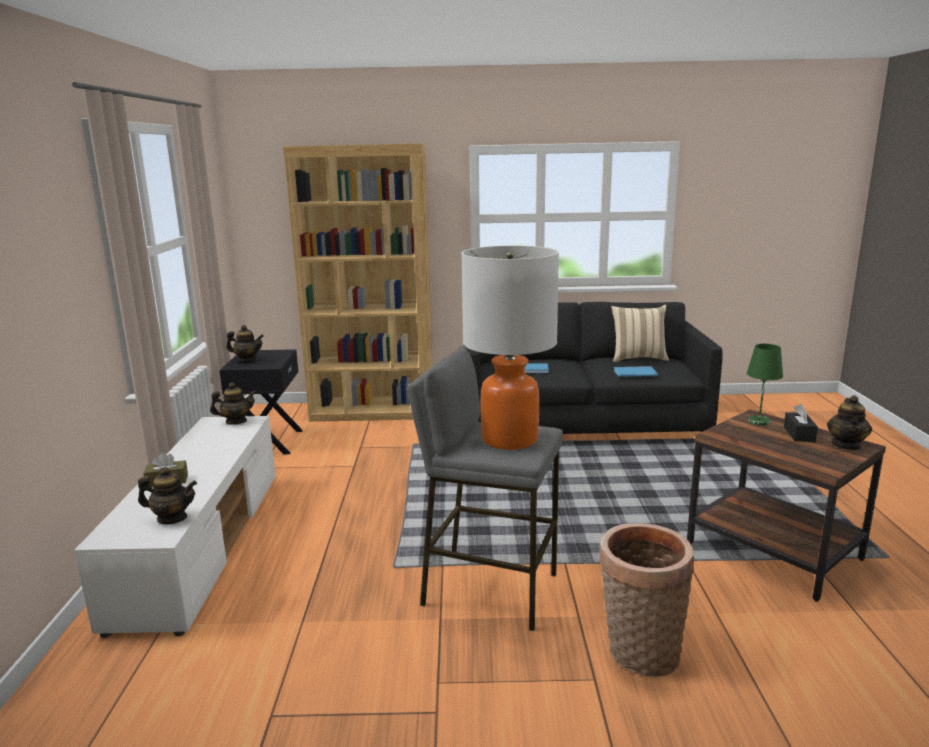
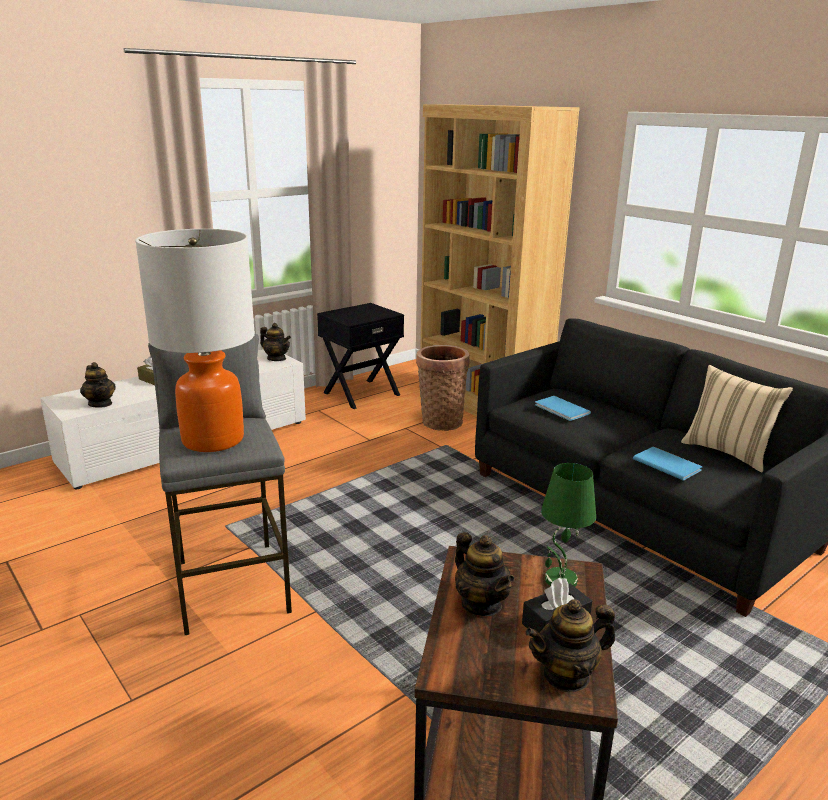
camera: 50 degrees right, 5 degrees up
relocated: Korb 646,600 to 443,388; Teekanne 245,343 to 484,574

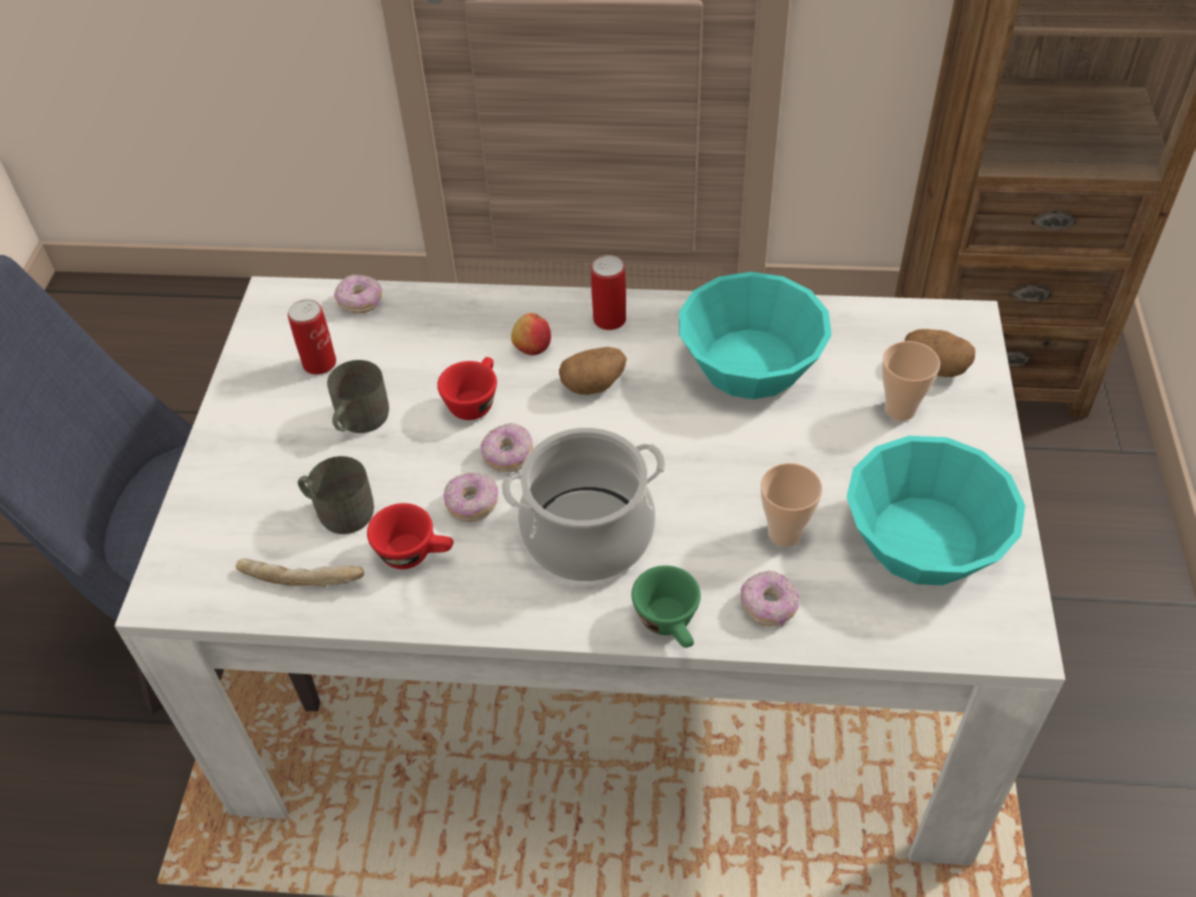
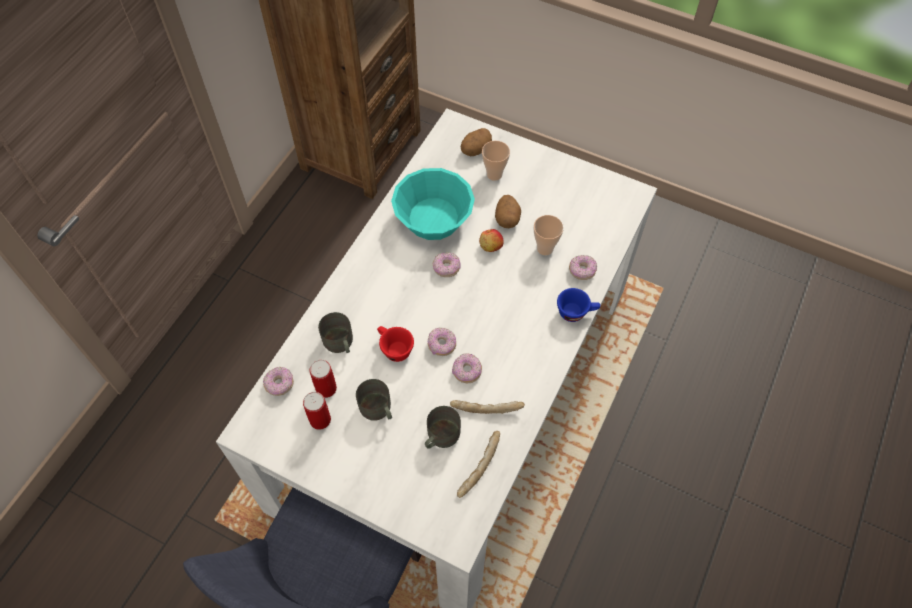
camera: 70 degrees left, 10 degrees up
missing: Kochtopf 583,505; Schüssel [türkis] 935,511
appeared: Henkelbecher [grau] 335,332; Donut 447,264
relocated: Dose 608,292 to 323,379; Apfel 531,334 to 491,240; Kartoffel 593,371 to 508,211
exchanged: Tasse [rot] 410,536 to Brot 487,407
colour: Tasse [grün] 666,607 to Tasse [blau] 578,305

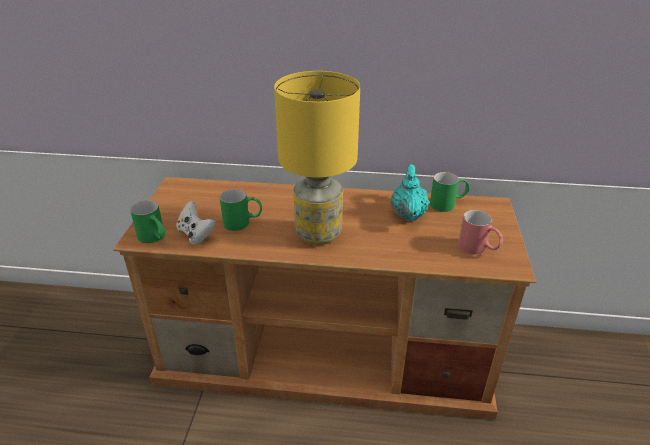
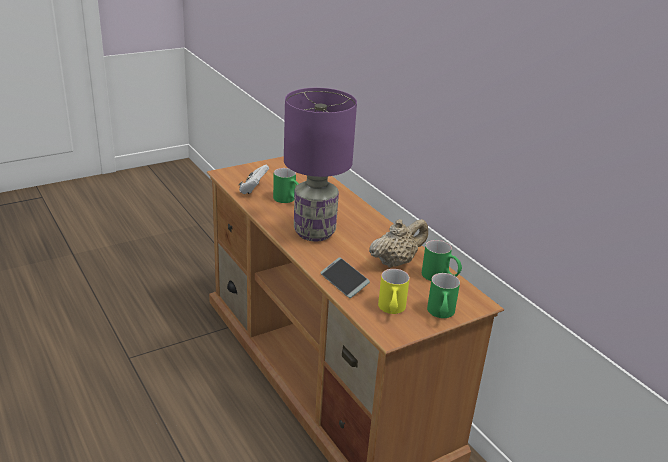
camera: 50 degrees right, 5 degrees down
appeared: Handy 345,277
relocated: Henkelbecher [grün] 148,221 to 443,295
colour: Tischlampe [gelb] 317,158 to Tischlampe [lila] 320,164; Teekanne [türkis] 410,192 to Teekanne [beige] 398,243; Henkelbecher [rot] 480,232 to Henkelbecher [gelb] 394,291

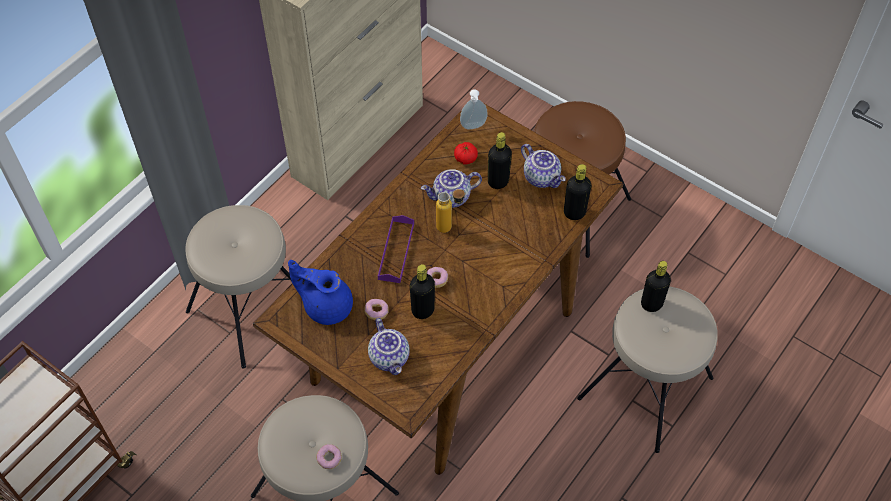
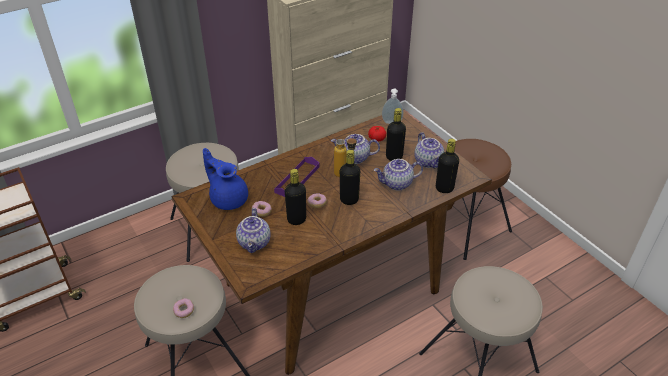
camera: 20 degrees right, 15 degrees down
appeared: Teekanne 398,175
relocated: Flasche [schwarz] 656,286 to 350,177

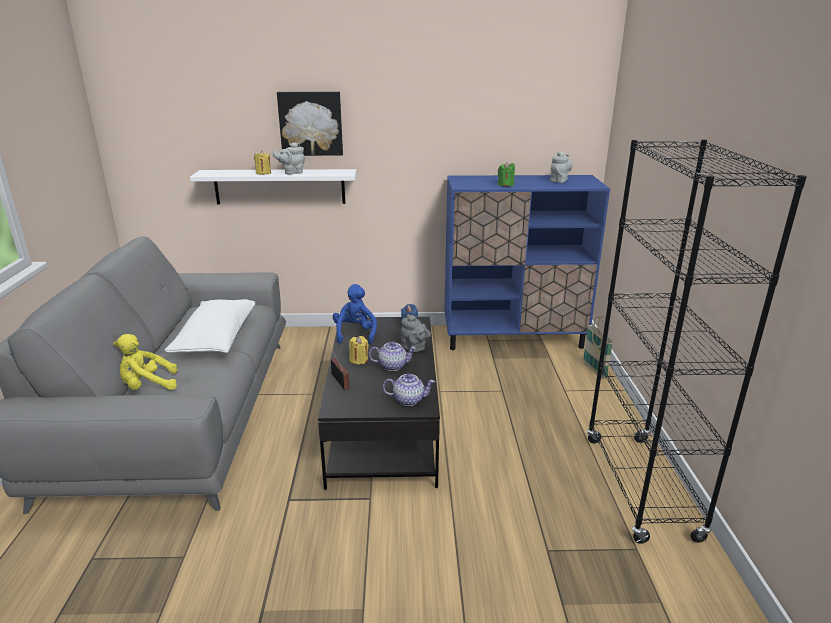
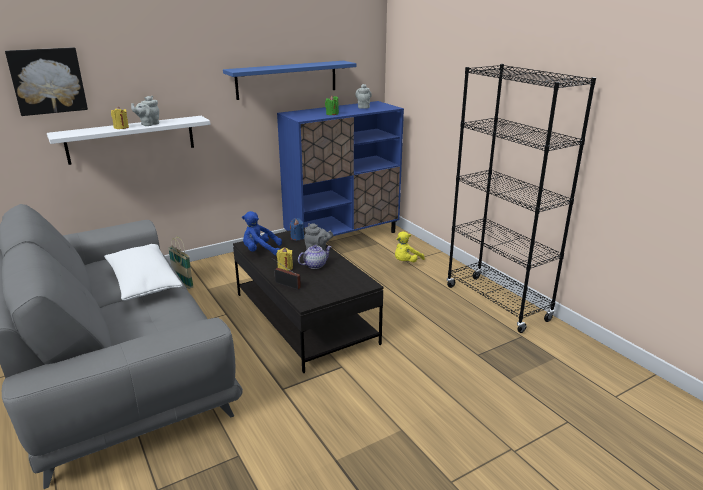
camera: 30 degrees left, 0 degrees up
missing: Teekanne 409,390
appeared: Wandregal [blau] 290,80
relocated: Bild 310,124 to 46,81; Korb 598,347 to 181,263; Plüschtier [gelb] 145,362 to 410,246
spun: Plüschtier [blau] 355,314 = 262,233 60 degrees counterclockwise

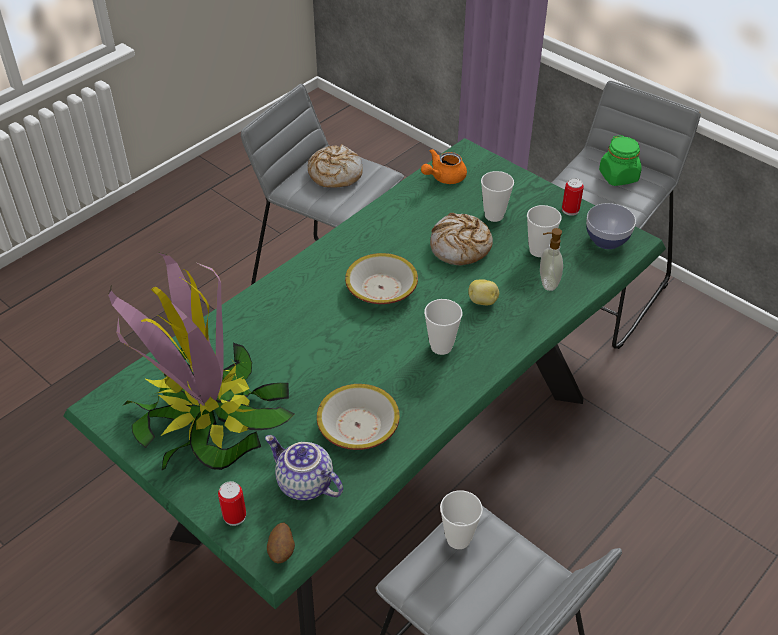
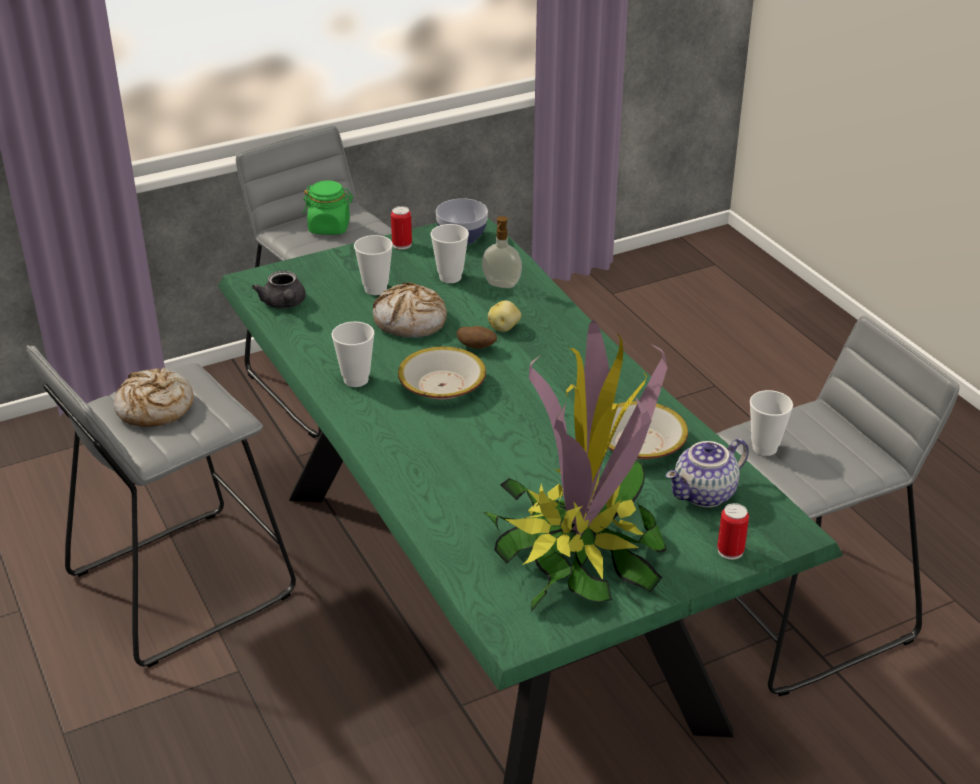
camera: 70 degrees left, 10 degrees down
relocated: Tasse 443,327 to 353,354; Kartoffel 281,543 to 477,337
colour: Teekanne [orange] 444,166 to Teekanne [grau] 279,290

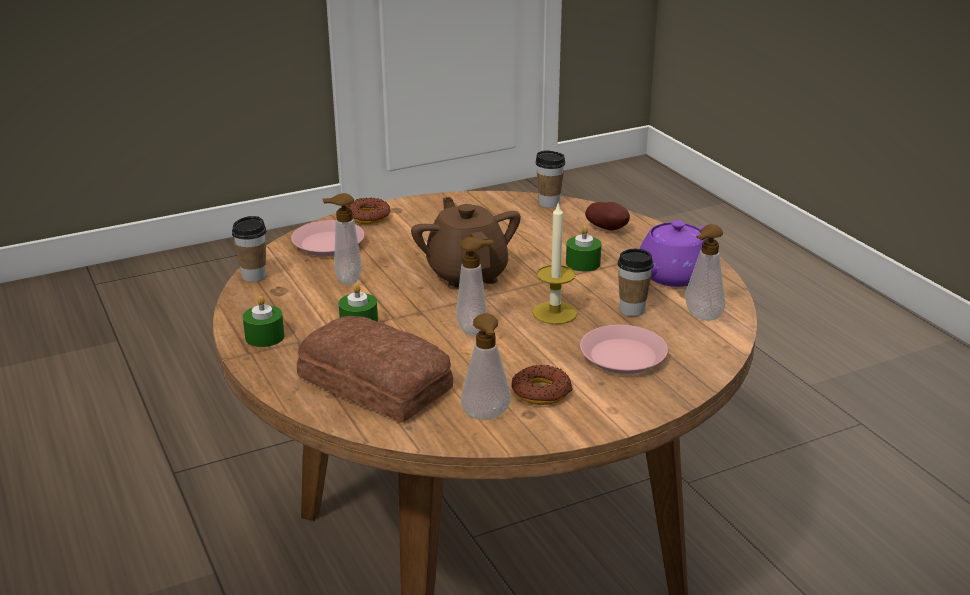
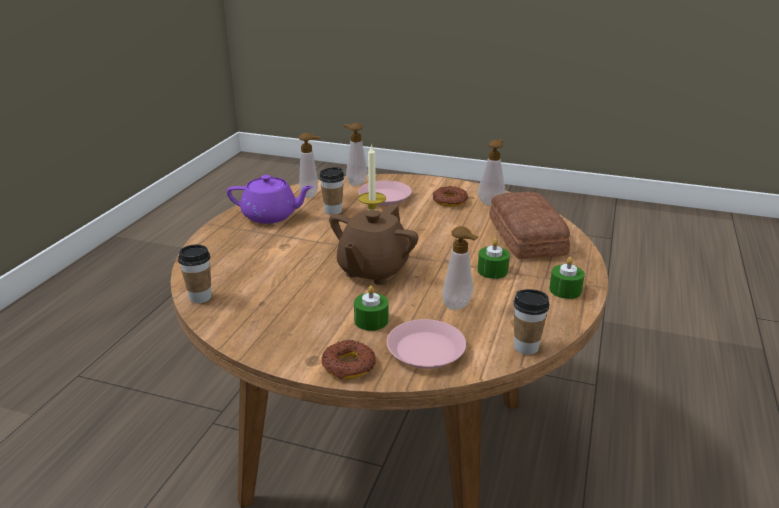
camera: 135 degrees left, 0 degrees up
missing: Kartoffel 607,216
relocated: Seifenspender 474,286 to 356,154; Kerze [grün] 583,249 to 371,308

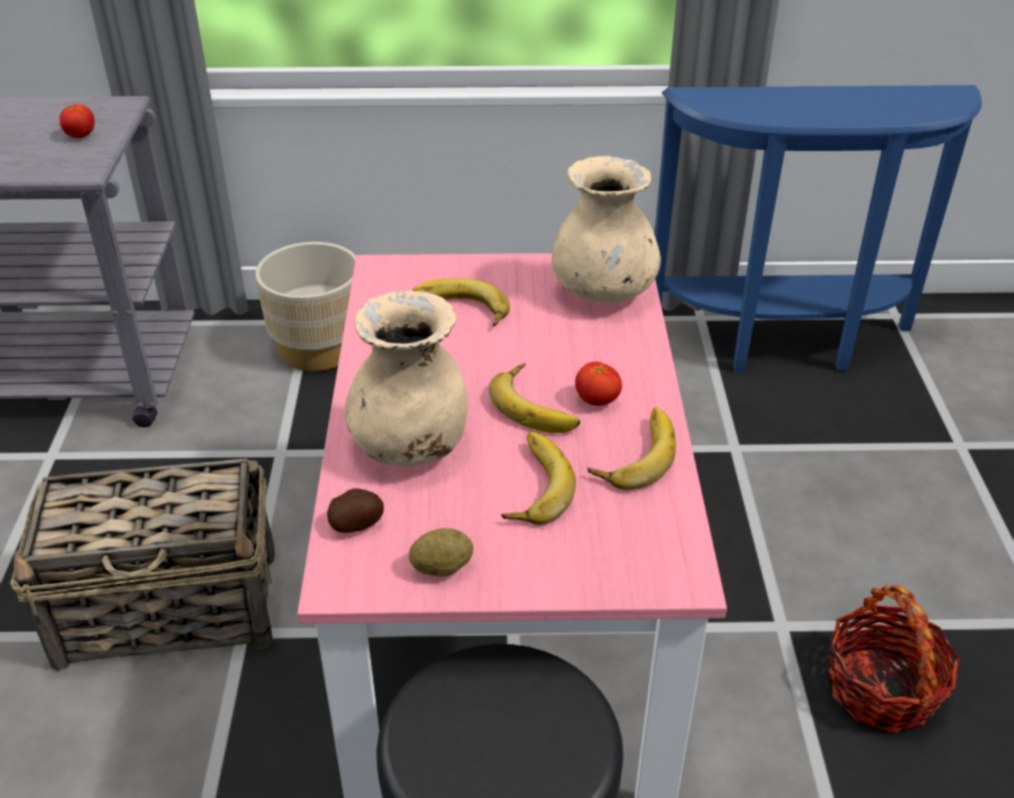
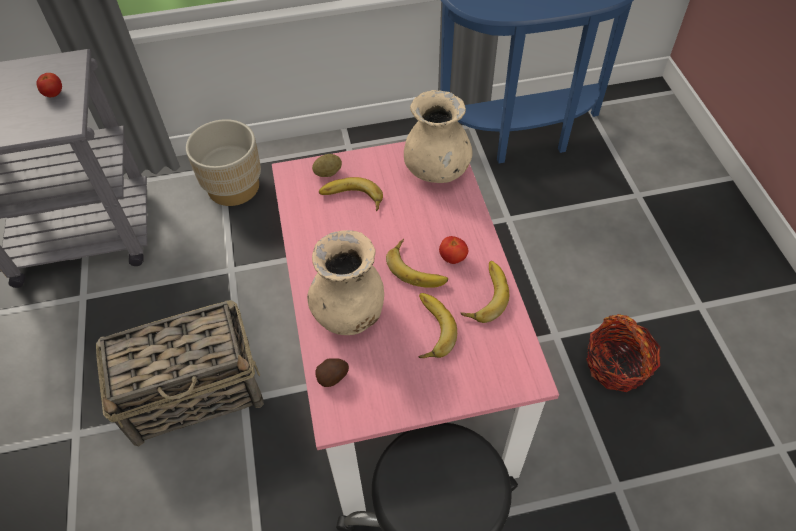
camera: 10 degrees left, 15 degrees up
relocated: Kartoffel 441,552 to 327,165

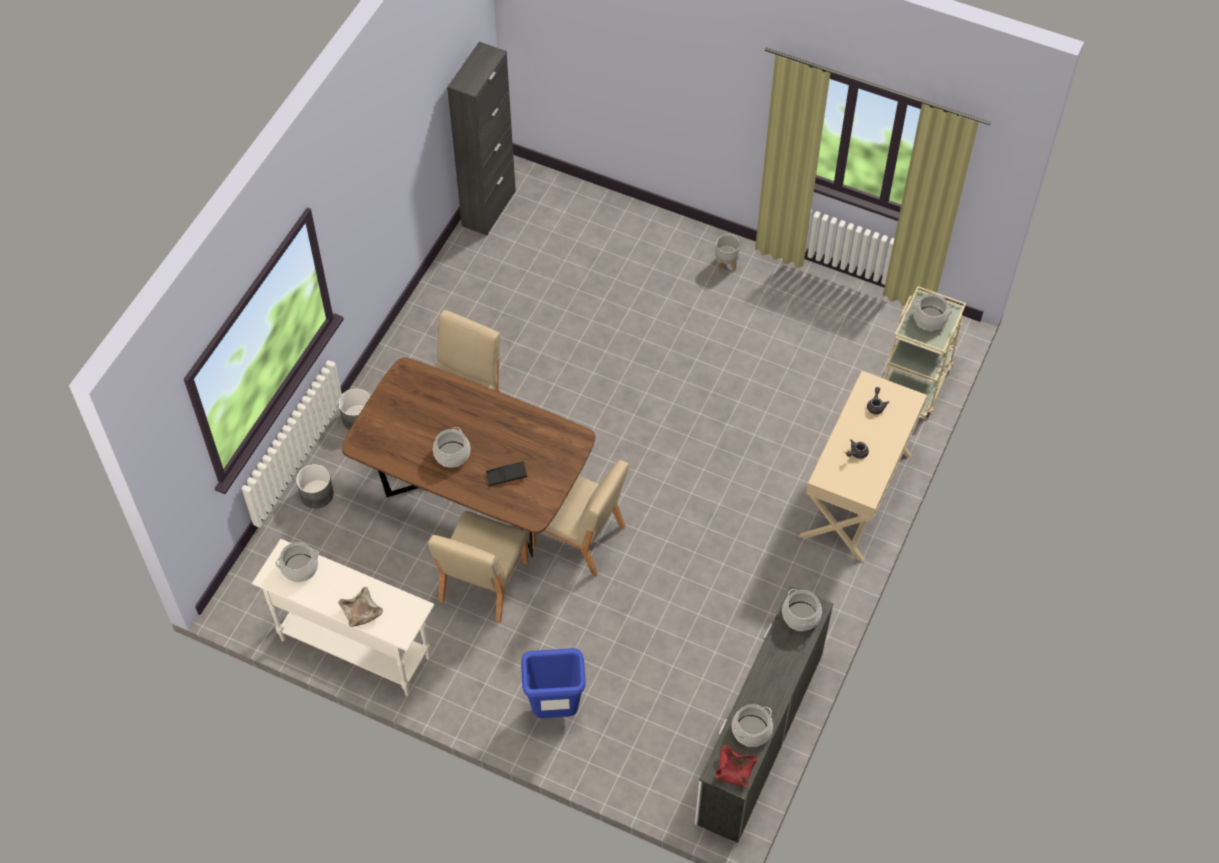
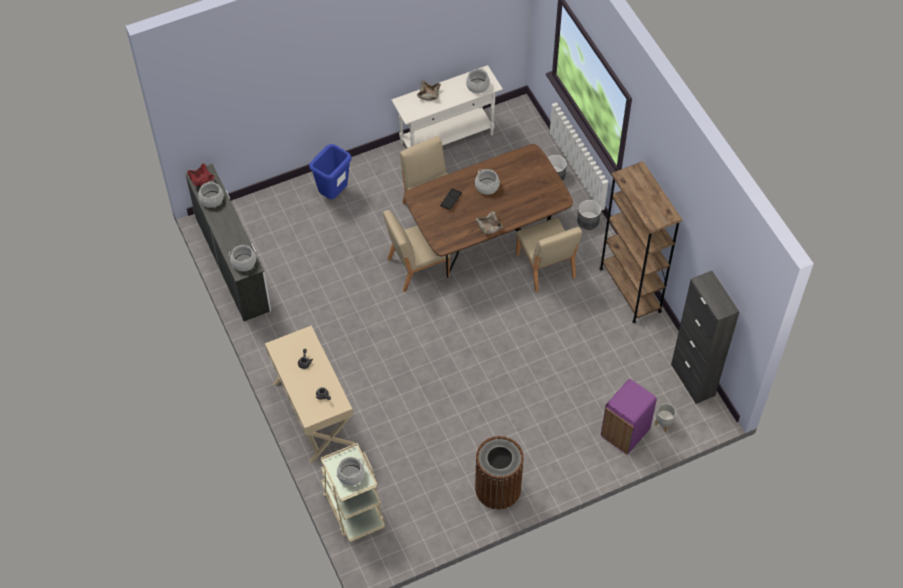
camera: 130 degrees right, 0 degrees up
appeared: Mülleimer [braun] 499,473; Schüssel [beige] 489,222; Bücherregal [braun] 640,242; Mülleimer [lila] 629,417
relocated: Pflanzkübel [grau] 727,253 to 665,418

